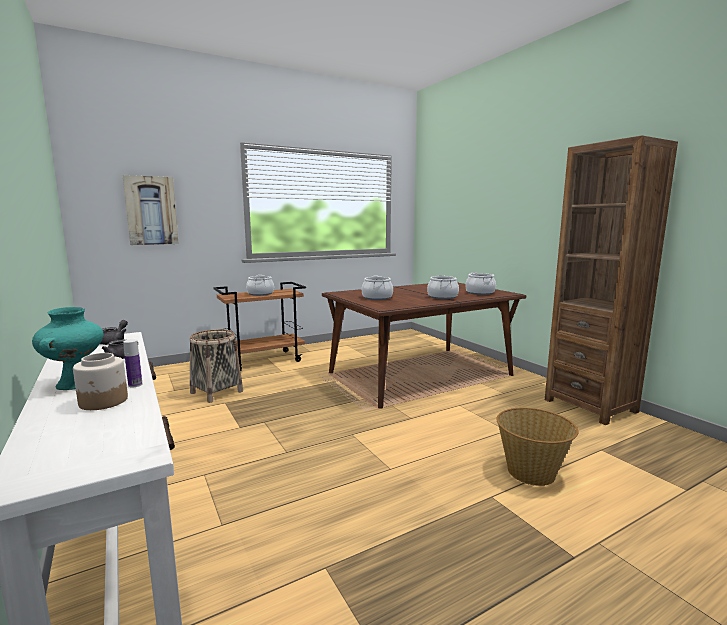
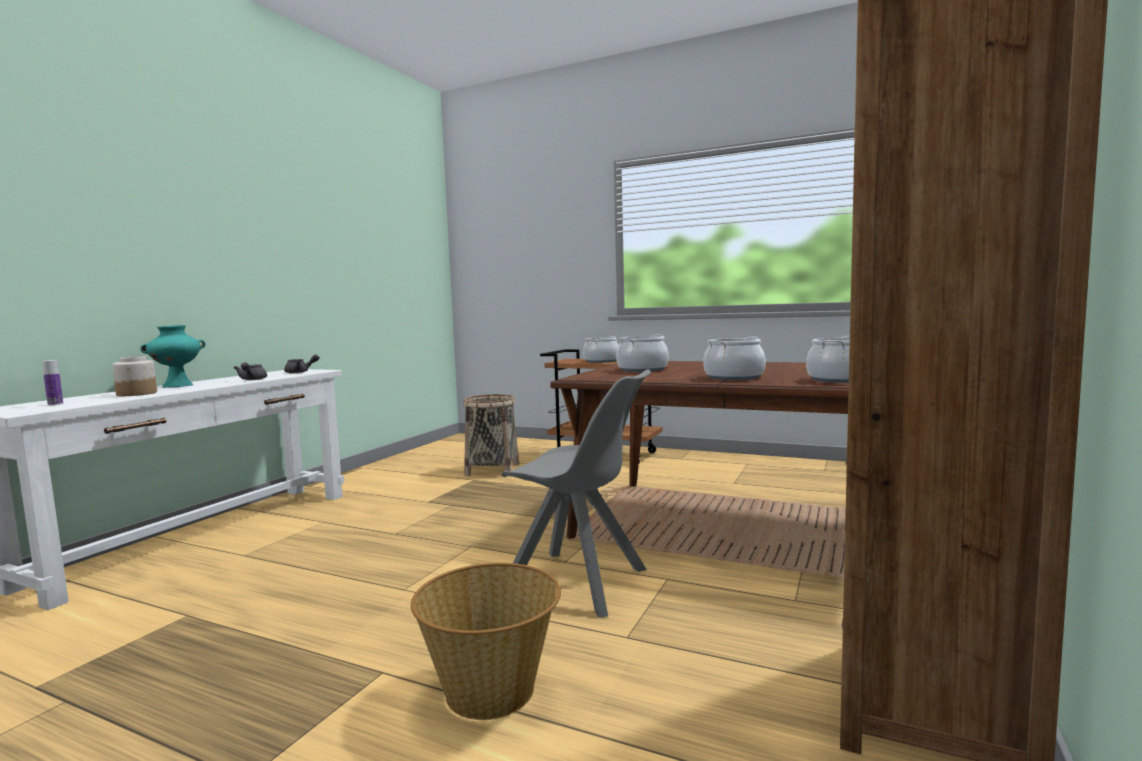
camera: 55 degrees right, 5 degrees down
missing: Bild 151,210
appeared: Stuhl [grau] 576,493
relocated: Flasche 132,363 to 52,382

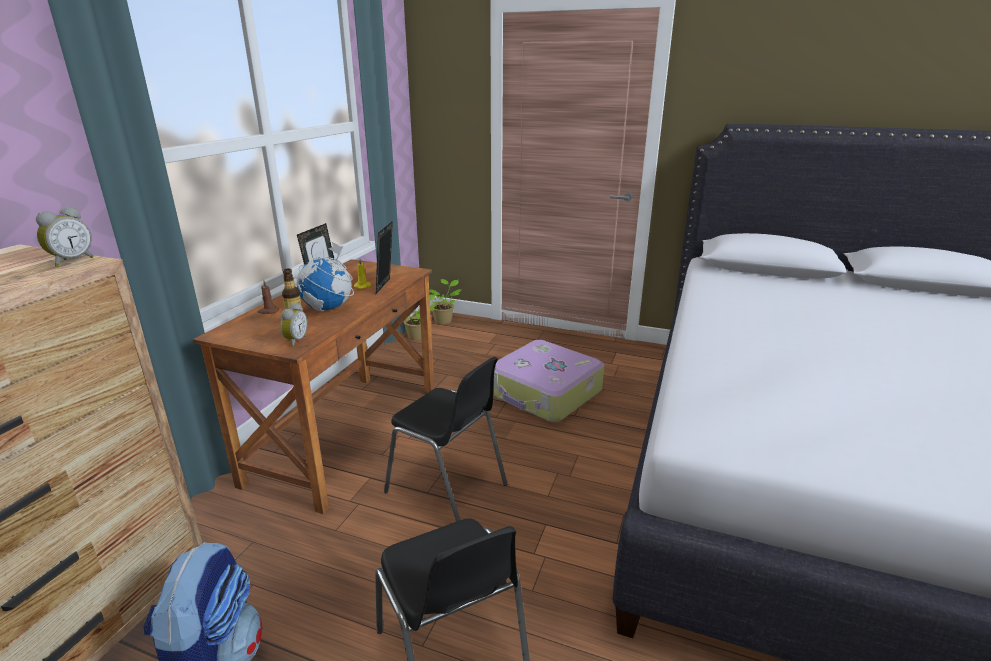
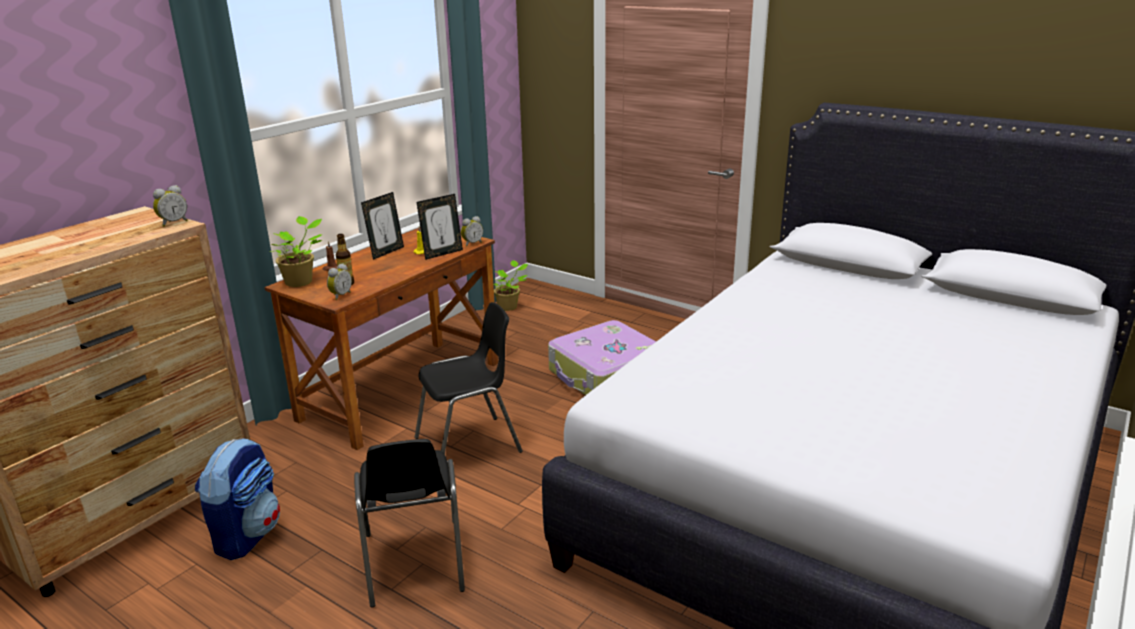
camera: 15 degrees right, 0 degrees up
missing: Globus 325,276
appeared: Wecker 472,231
relocated: Topfpflanze 445,301 to 296,251
spun: Stuhl [schwarz] 445,439 = 469,378 75 degrees counterclockwise; Bilderrahmen 384,257 = 439,227 150 degrees counterclockwise

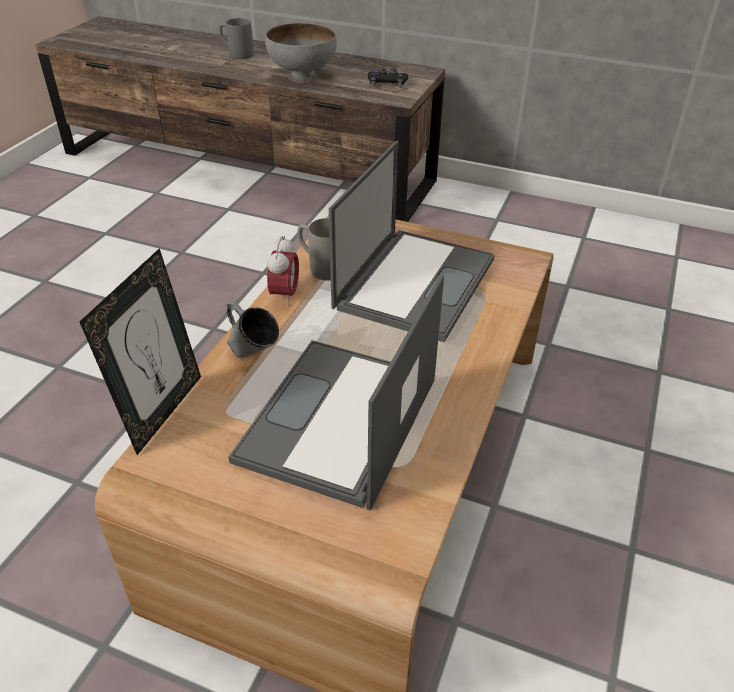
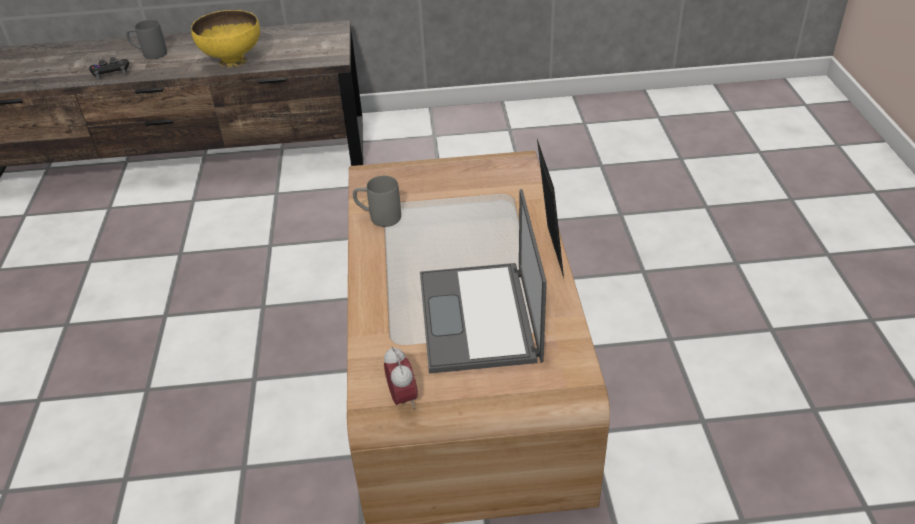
camera: 25 degrees left, 0 degrees up
missing: Henkelbecher [grau] 252,329; Laptop 412,241
relocated: Gamepad [schwarz] 388,77 to 109,68; Wecker 283,271 to 401,377; Bilderrahmen 140,351 to 550,208
colour: Schüssel [grau] 301,53 to Schüssel [gelb] 225,38

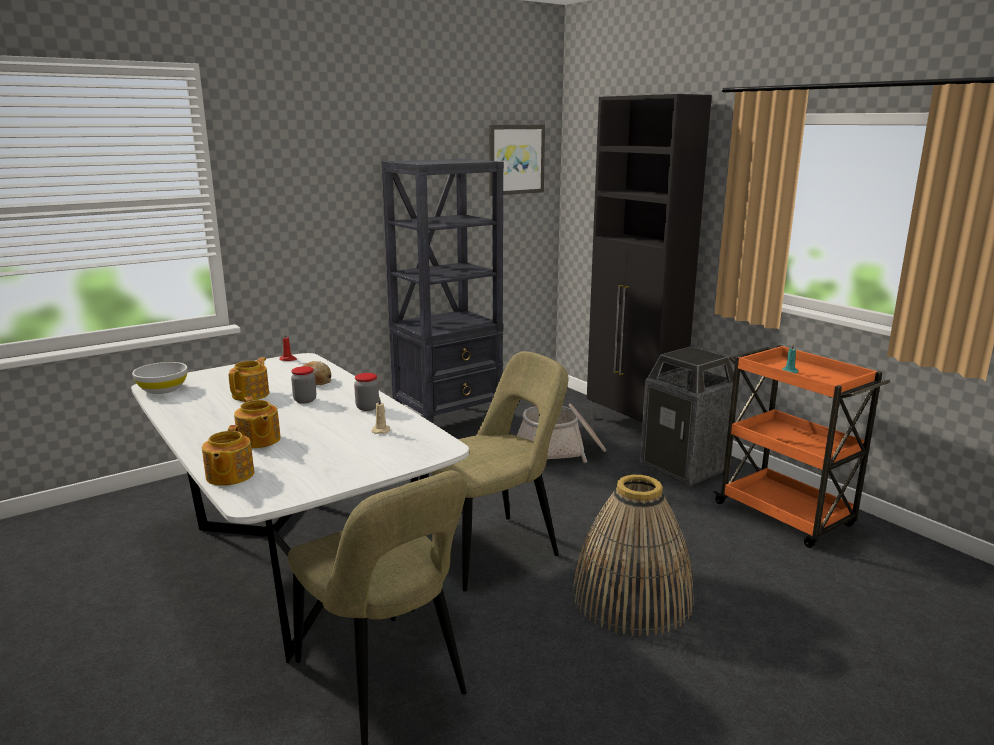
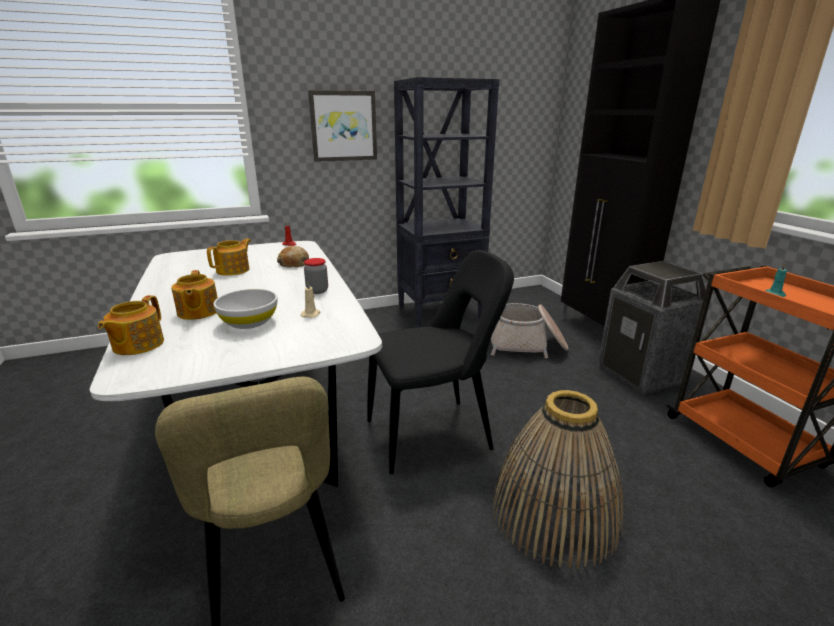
camera: 15 degrees right, 5 degrees up
missing: Vorratsglas 303,385
relocated: Schüssel [weiß] 160,378 to 245,309; Bild 517,160 to 342,126
colour: Stuhl [beige] 494,471 to Stuhl [schwarz] 440,362

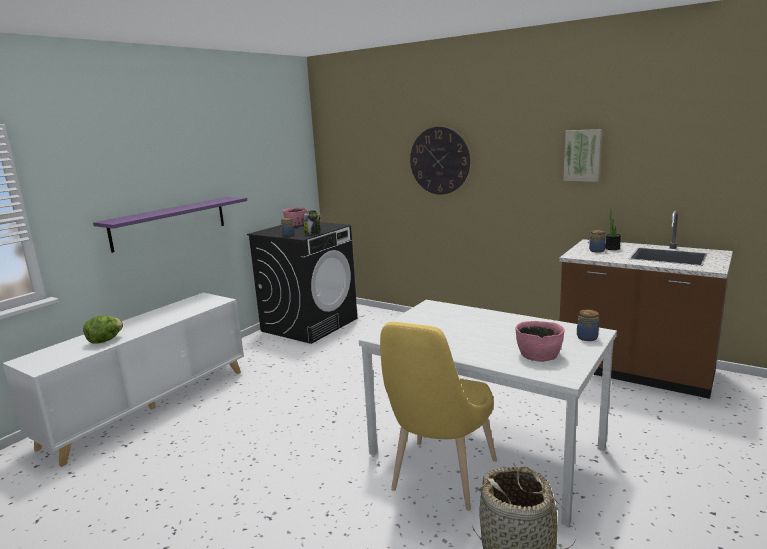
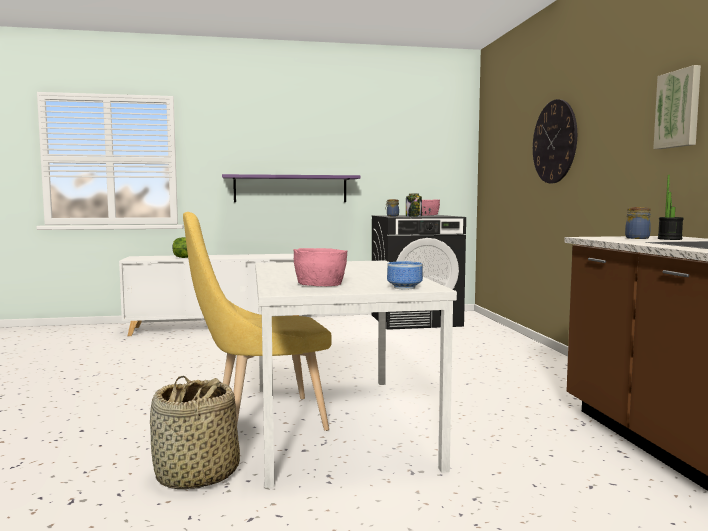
camera: 45 degrees right, 10 degrees down
exchanged: Vorratsglas 588,325 to Schüssel 405,275

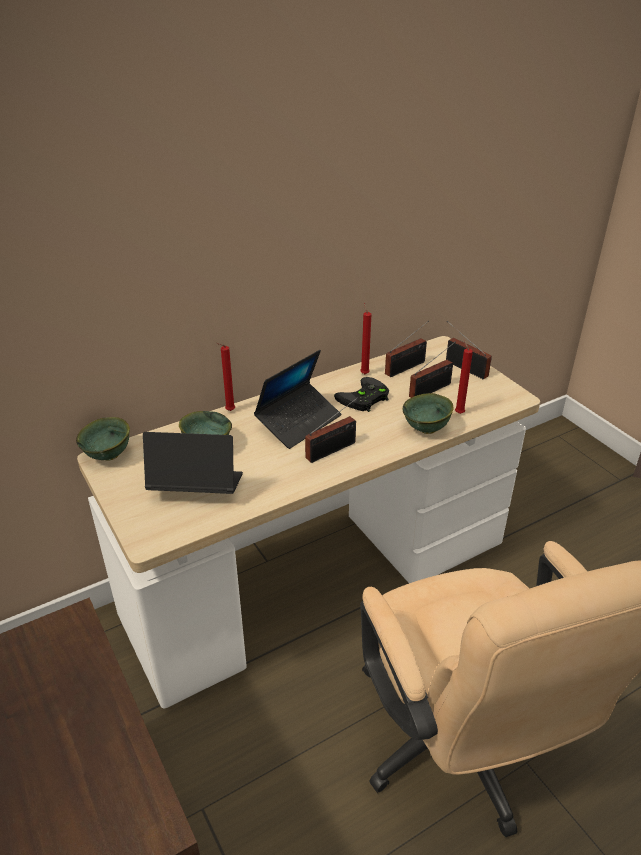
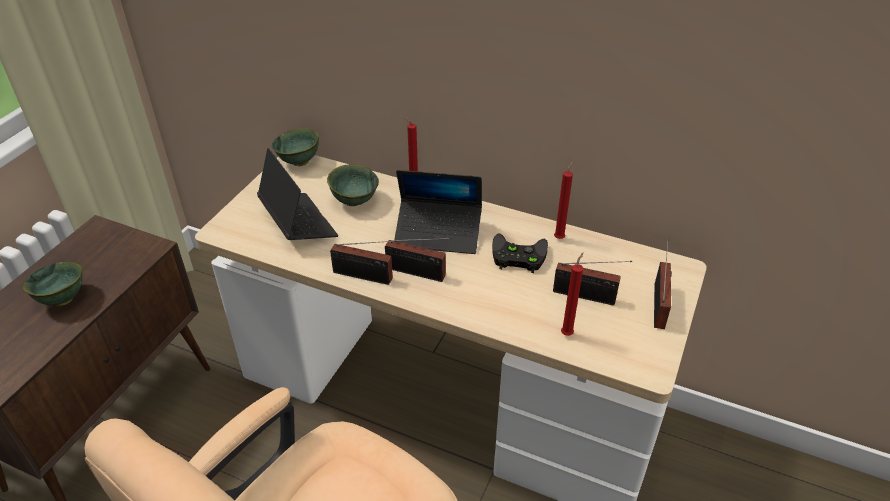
camera: 55 degrees right, 5 degrees up
relocated: Schüssel [grün] 428,413 to 52,283; Radio 407,349 to 363,262

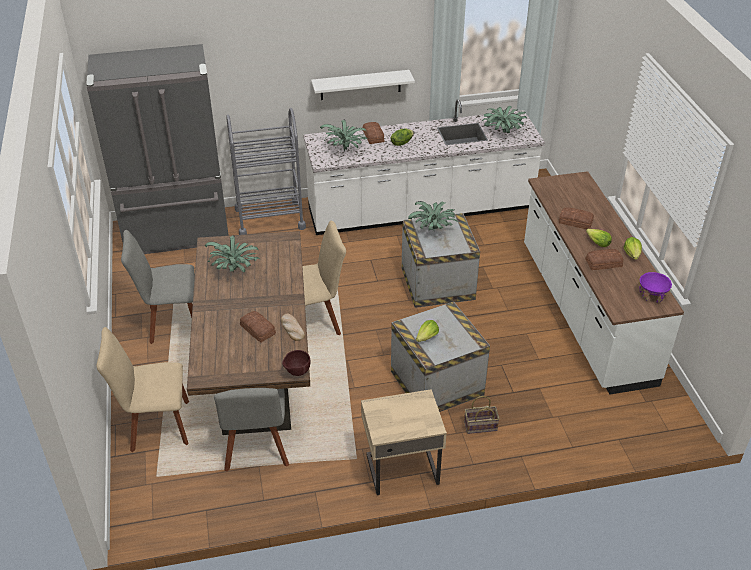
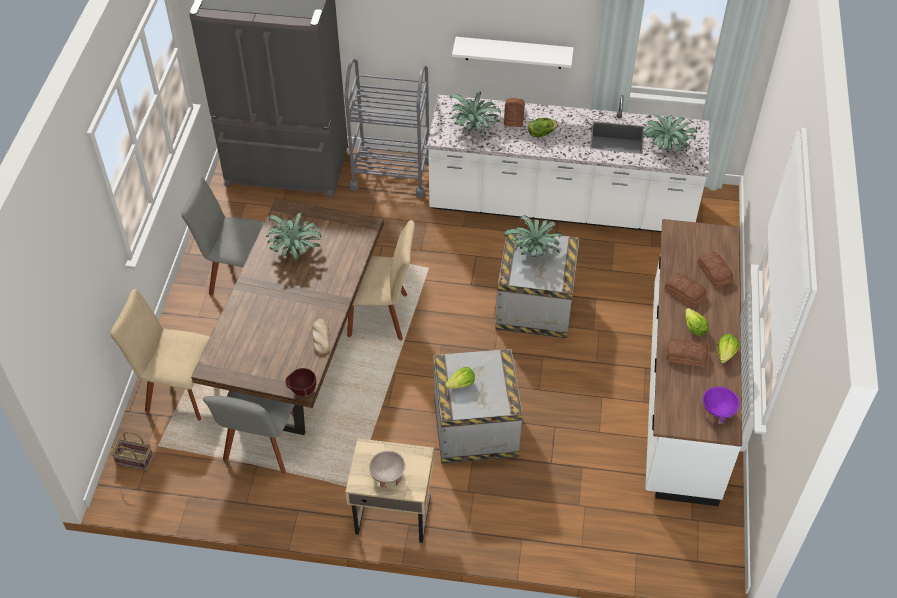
camera: 20 degrees right, 10 degrees up
appeared: Schüssel [beige] 387,469
relocated: Korb 482,415 to 132,451; Brot 258,326 to 715,270

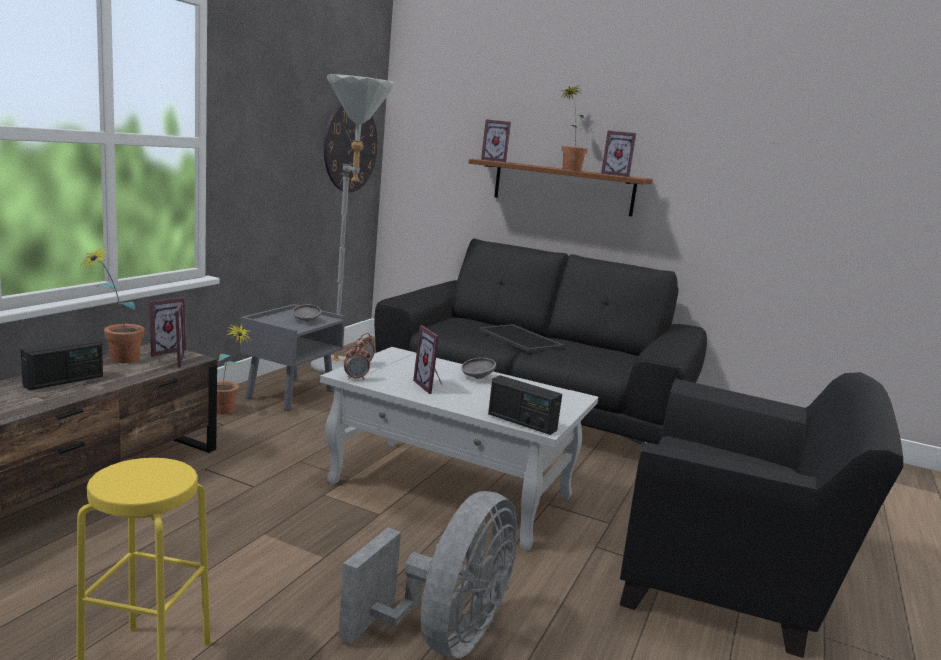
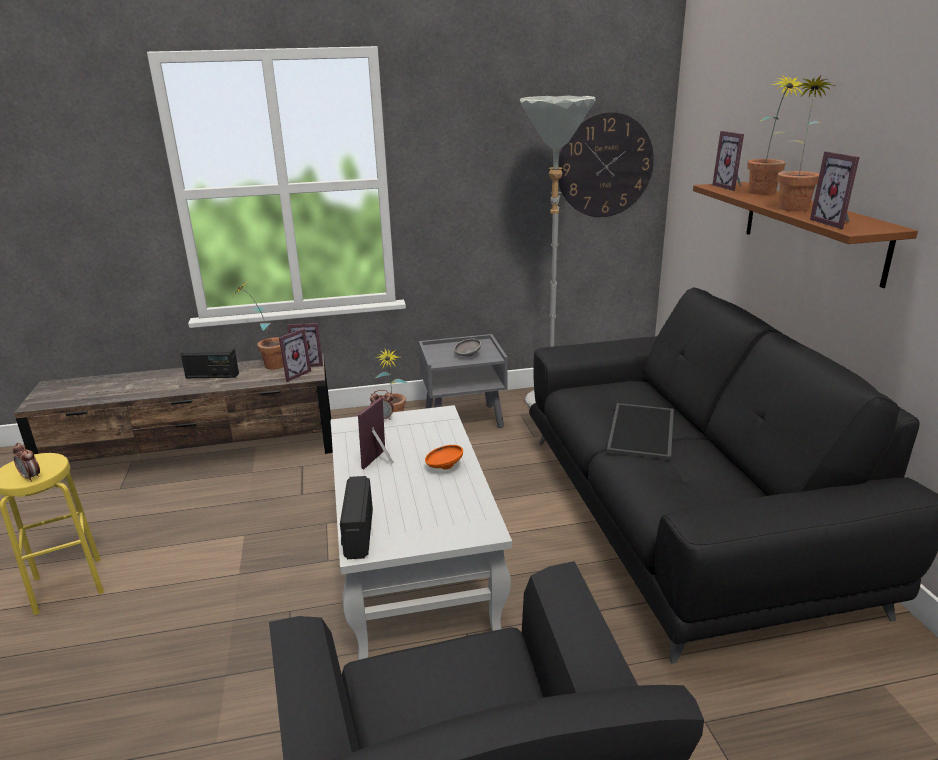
camera: 55 degrees right, 10 degrees up
missing: Ventilator [grau] 427,574
appeared: Topfpflanze 775,135
relocated: Wecker 357,362 to 26,462
colour: Schüssel [grau] 478,368 to Schüssel [orange] 444,457

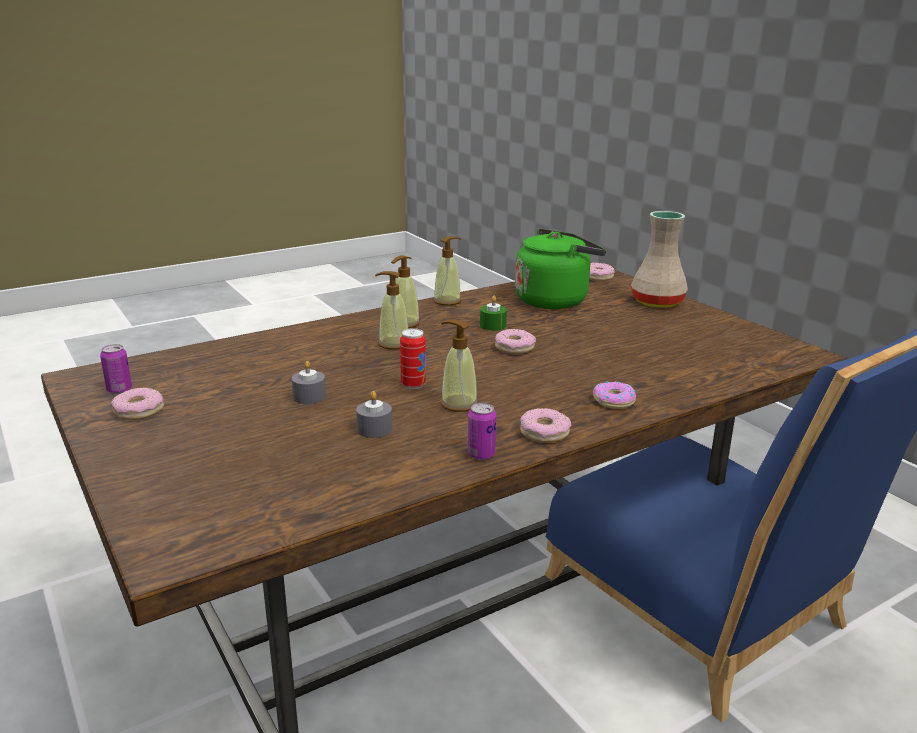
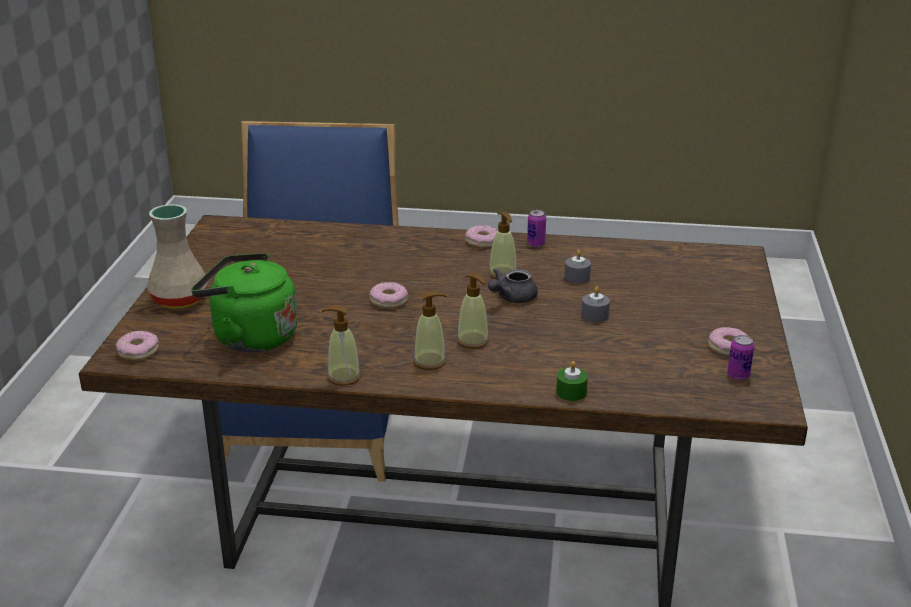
camera: 140 degrees left, 5 degrees up
missing: Donut 614,395
relocated: Kerze [grün] 493,313 to 572,381
exchanged: Dose 413,358 to Teekanne [grau] 513,285

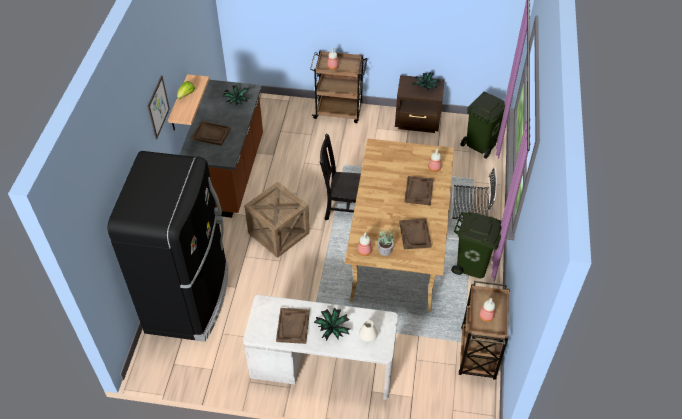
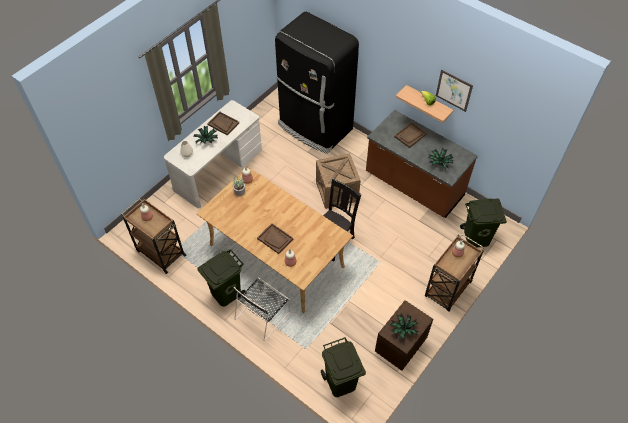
camera: 120 degrees right, 5 degrees up
missing: Tablett [braun] 415,233
appeared: Mülleimer [grün] 483,222
relocated: Bild 158,107 to 454,90

